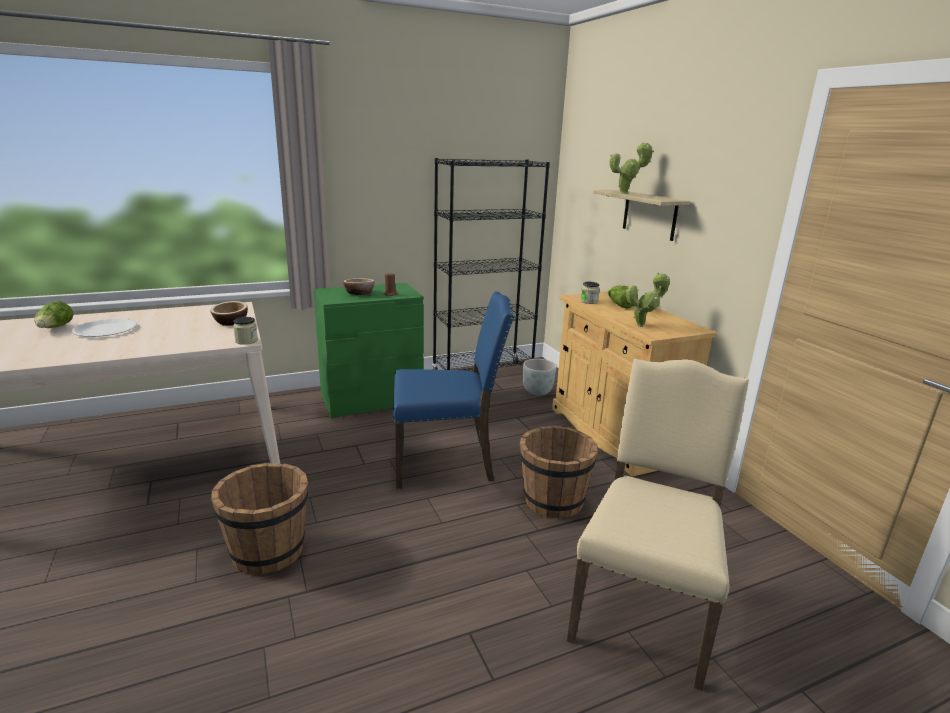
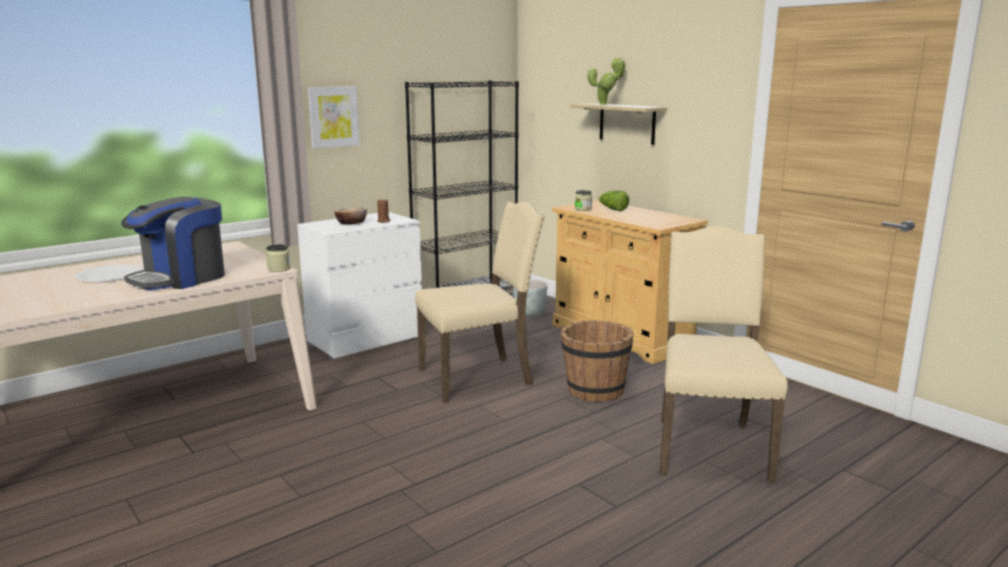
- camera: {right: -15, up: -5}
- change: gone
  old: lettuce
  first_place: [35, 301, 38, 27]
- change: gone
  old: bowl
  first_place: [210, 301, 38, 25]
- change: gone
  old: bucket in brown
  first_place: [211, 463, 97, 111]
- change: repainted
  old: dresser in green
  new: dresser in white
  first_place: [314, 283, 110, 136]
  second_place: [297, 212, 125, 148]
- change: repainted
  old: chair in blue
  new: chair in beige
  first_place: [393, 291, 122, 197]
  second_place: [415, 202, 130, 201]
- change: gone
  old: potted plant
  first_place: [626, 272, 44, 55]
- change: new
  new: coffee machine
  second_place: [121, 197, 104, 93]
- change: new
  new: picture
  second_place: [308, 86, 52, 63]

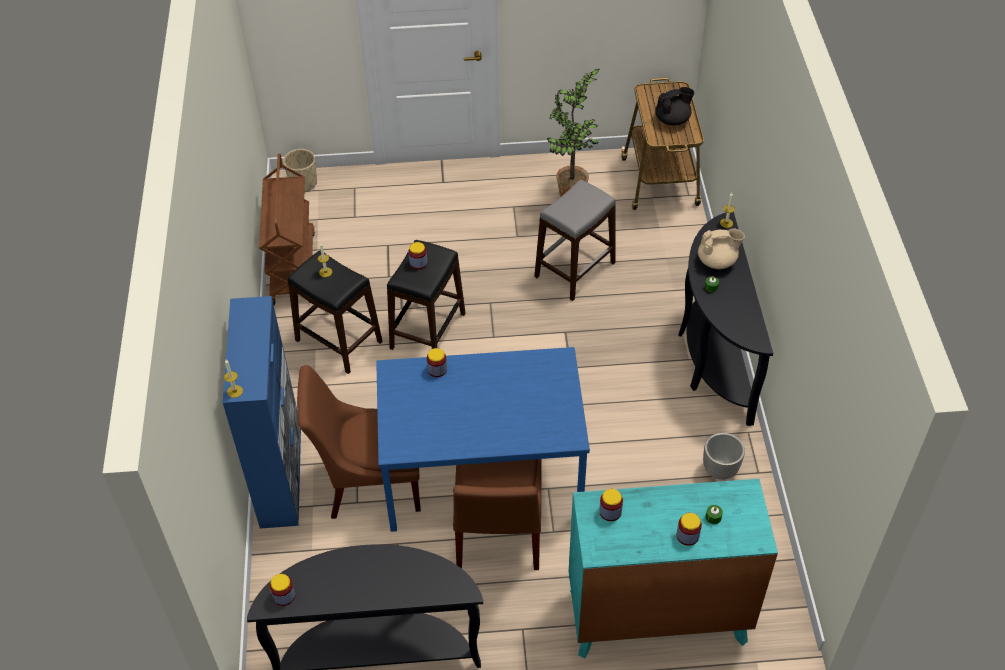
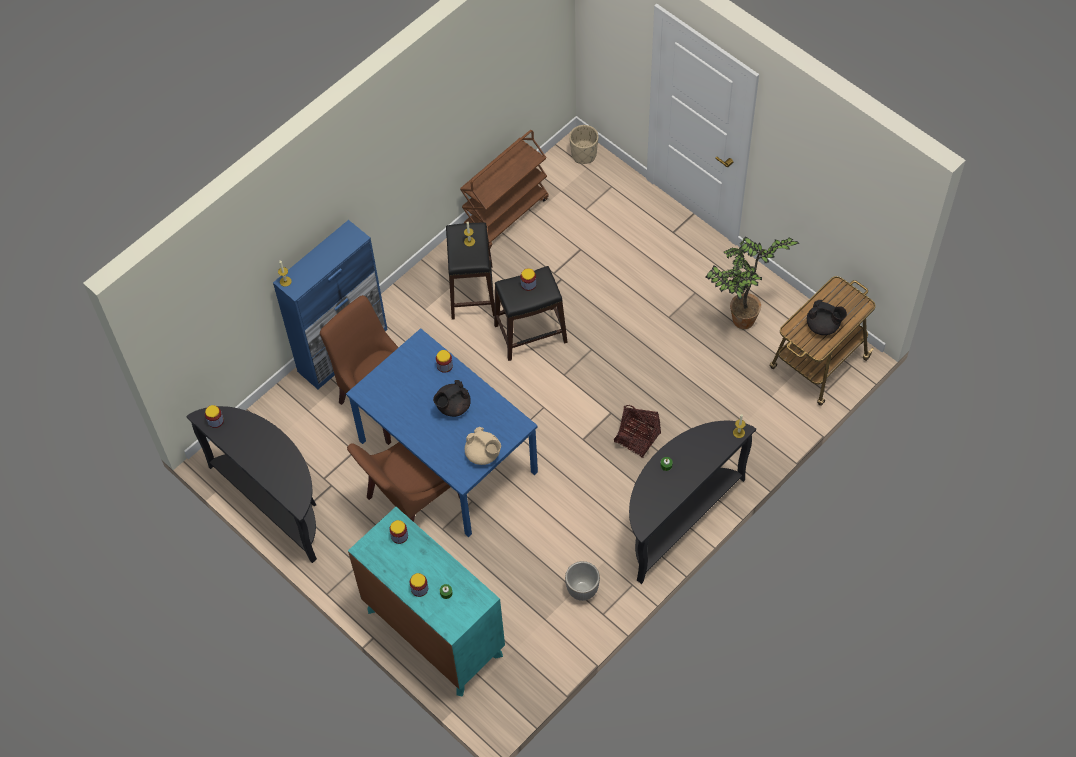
- camera: {right: 50, up: 10}
- change: gone
  old: stool in grey
  first_place: [534, 180, 82, 121]
- change: shifted
  old: teapot in beige
  first_place: [698, 228, 47, 41]
  second_place: [465, 427, 36, 38]
- change: new
  new: teapot in black
  second_place: [433, 380, 38, 37]
- change: new
  new: basket
  second_place: [614, 405, 47, 53]

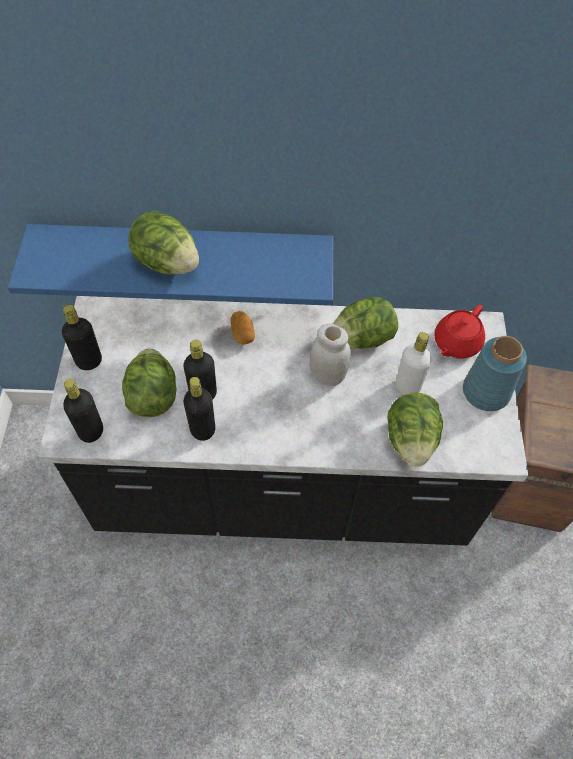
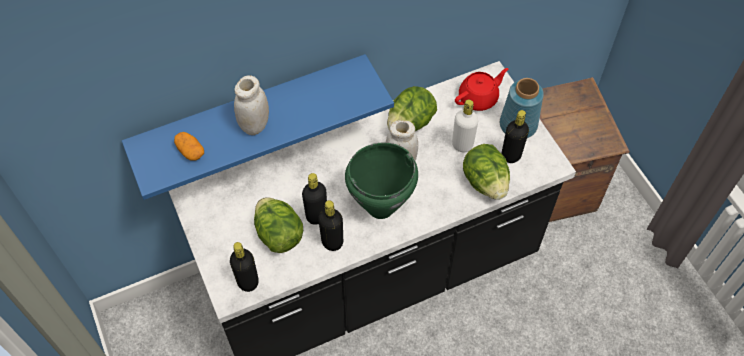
- camera: {right: -25, up: 0}
- change: shifted
  old: bottle in black
  first_place: [62, 305, 40, 65]
  second_place: [501, 110, 28, 53]
- change: swapped
  old: lettuce
  new: jar in white
  first_place: [128, 211, 71, 64]
  second_place: [234, 75, 35, 60]
- change: shifted
  old: potato
  first_place: [231, 311, 24, 34]
  second_place: [174, 132, 30, 29]
- change: rotated
  old: teapot in red
  first_place: [434, 305, 51, 53]
  second_place: [455, 68, 53, 43]
  degrees: -135
- change: new
  new: cooking pot in green
  second_place: [345, 143, 73, 76]

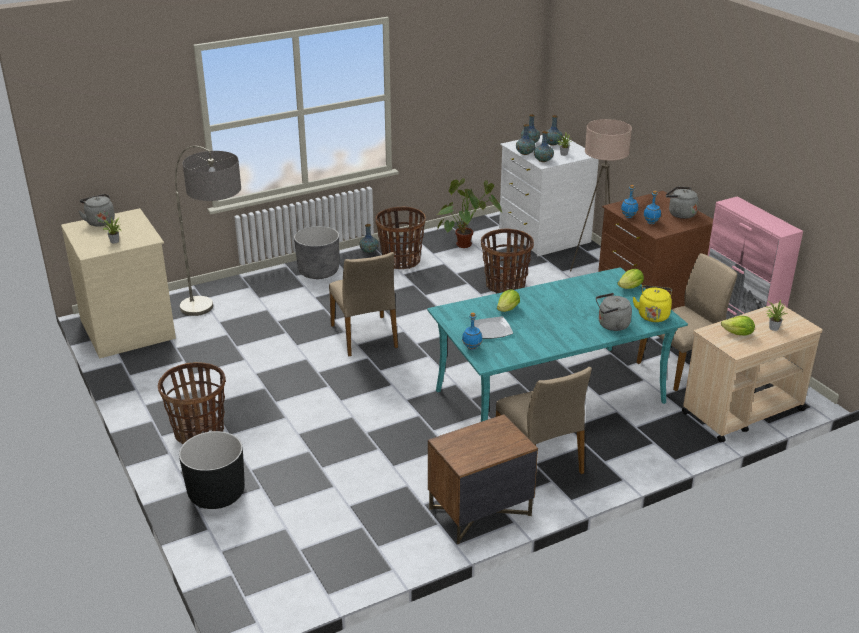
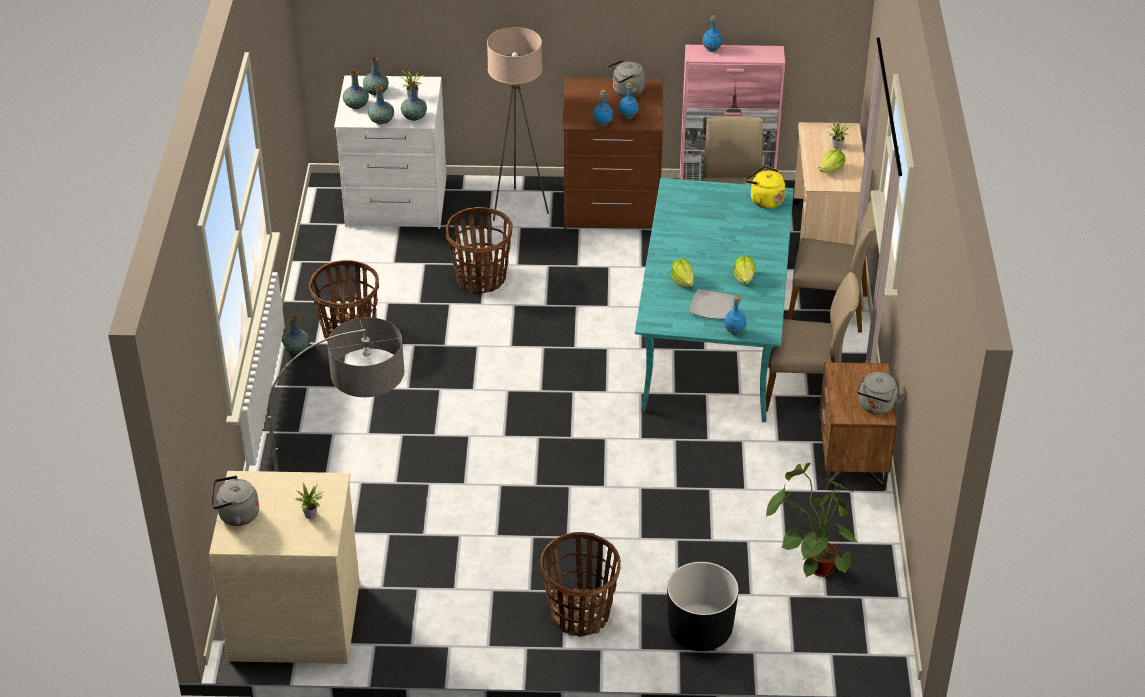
- camera: {right: -60, up: 10}
- change: gone
  old: planter in grey
  first_place: [294, 226, 45, 53]
- change: shifted
  old: chair in beige
  first_place: [329, 252, 69, 104]
  second_place: [788, 200, 88, 133]
- change: shifted
  old: potted plant
  first_place: [437, 178, 65, 70]
  second_place: [766, 463, 93, 114]
- change: shifted
  old: kettle in grey
  first_place: [596, 293, 36, 38]
  second_place: [857, 372, 48, 42]
- change: shifted
  old: lettuce
  first_place: [618, 269, 26, 20]
  second_place: [734, 255, 21, 29]
- change: new
  new: bottle in blue
  second_place: [702, 15, 20, 37]

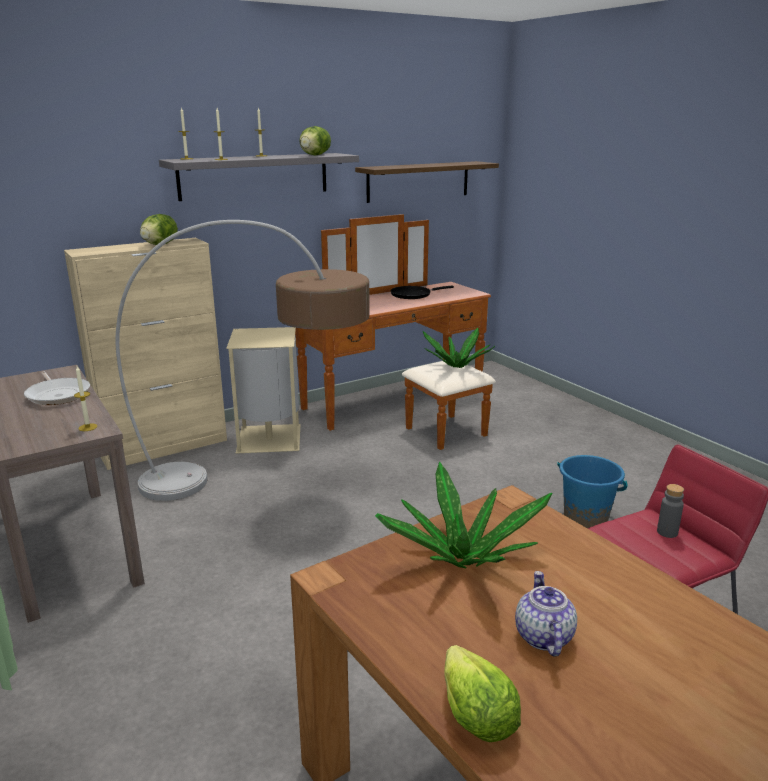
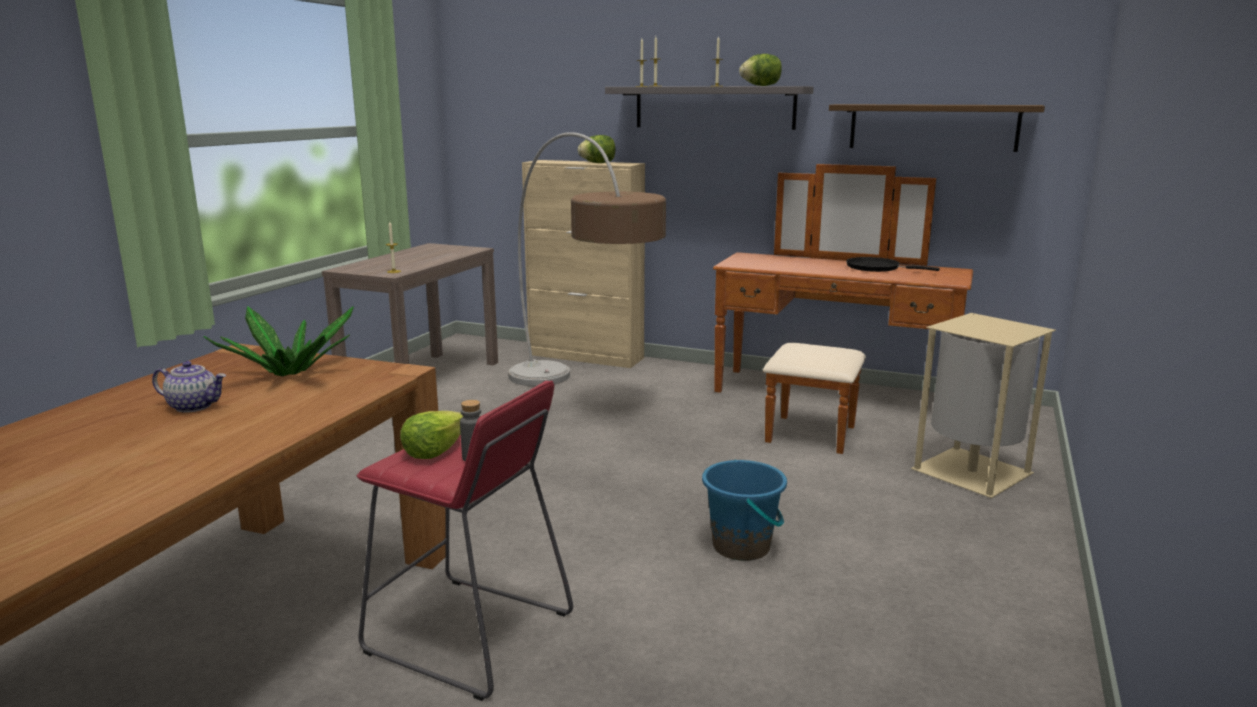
- camera: {right: 55, up: -5}
- change: gone
  old: frying pan
  first_place: [24, 372, 66, 33]
- change: shifted
  old: trash can in beige
  first_place: [226, 327, 75, 126]
  second_place: [911, 313, 145, 185]
- change: gone
  old: potted plant
  first_place: [423, 328, 72, 40]
- change: shifted
  old: lettuce
  first_place: [444, 645, 77, 97]
  second_place: [400, 411, 63, 48]
- change: rotated
  old: teapot
  first_place: [515, 571, 62, 86]
  second_place: [152, 361, 74, 51]
  degrees: 45

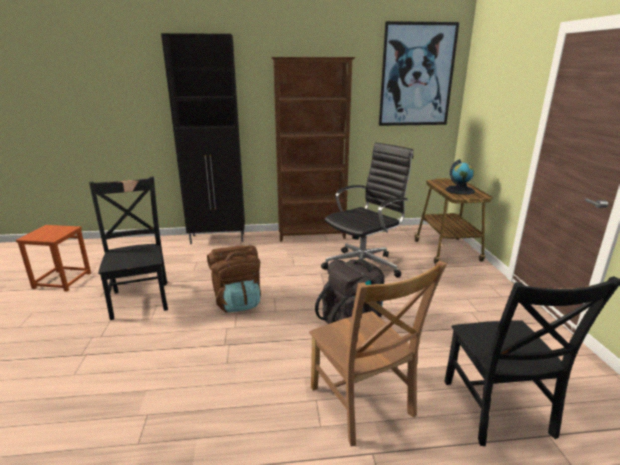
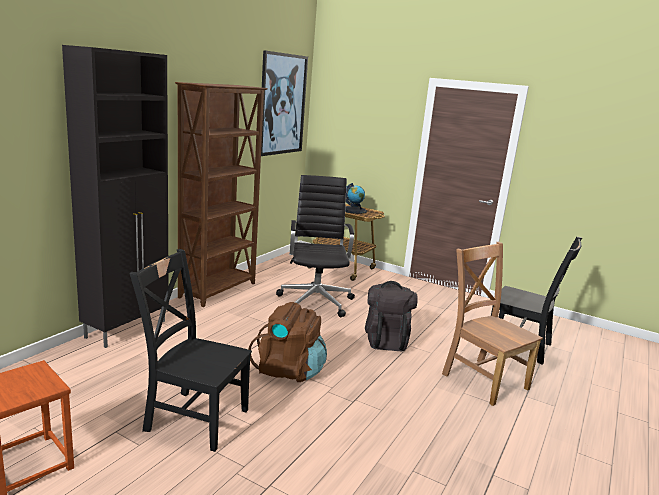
- camera: {right: -55, up: -5}
- change: rotated
  old: chair in brown
  first_place: [309, 261, 138, 185]
  second_place: [442, 242, 101, 164]
  degrees: -135

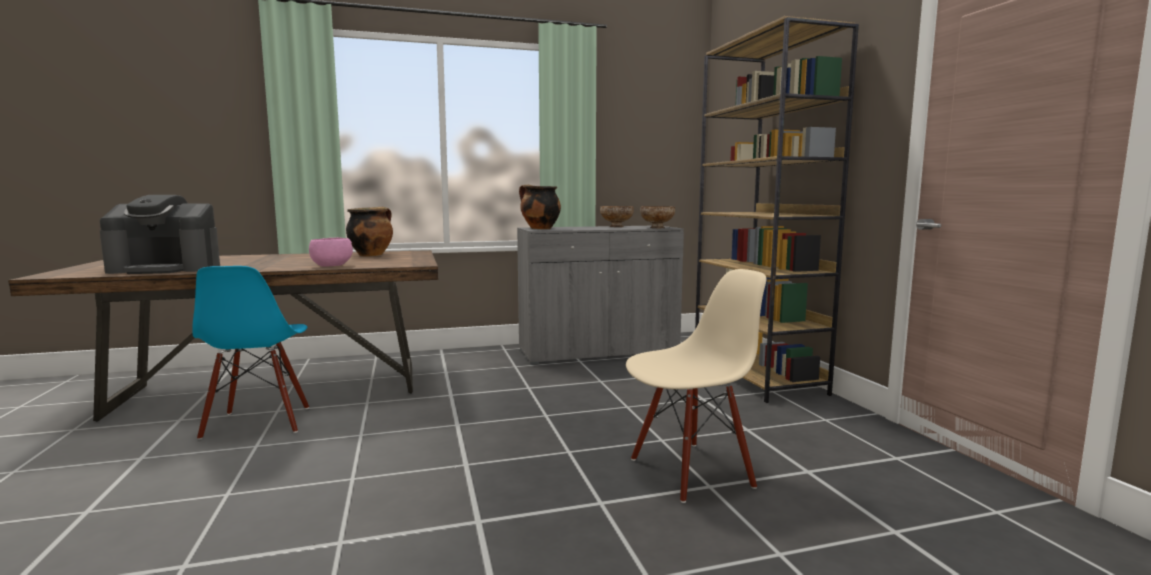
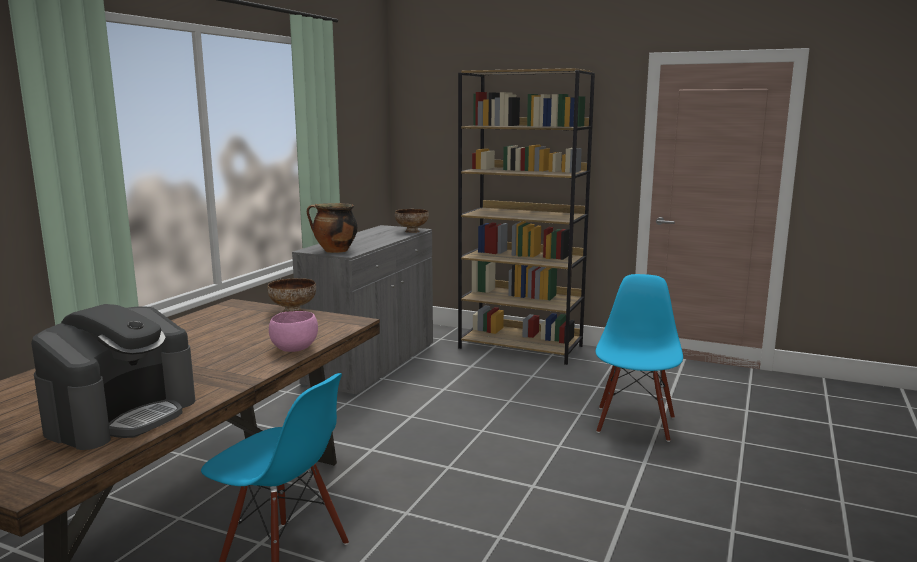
- camera: {right: -50, up: 5}
- change: gone
  old: cooking pot
  first_place: [346, 207, 47, 49]
- change: shifted
  old: bowl
  first_place: [600, 206, 34, 21]
  second_place: [267, 278, 49, 34]
- change: repainted
  old: chair in beige
  new: chair in blue
  first_place: [626, 269, 141, 234]
  second_place: [595, 274, 88, 168]

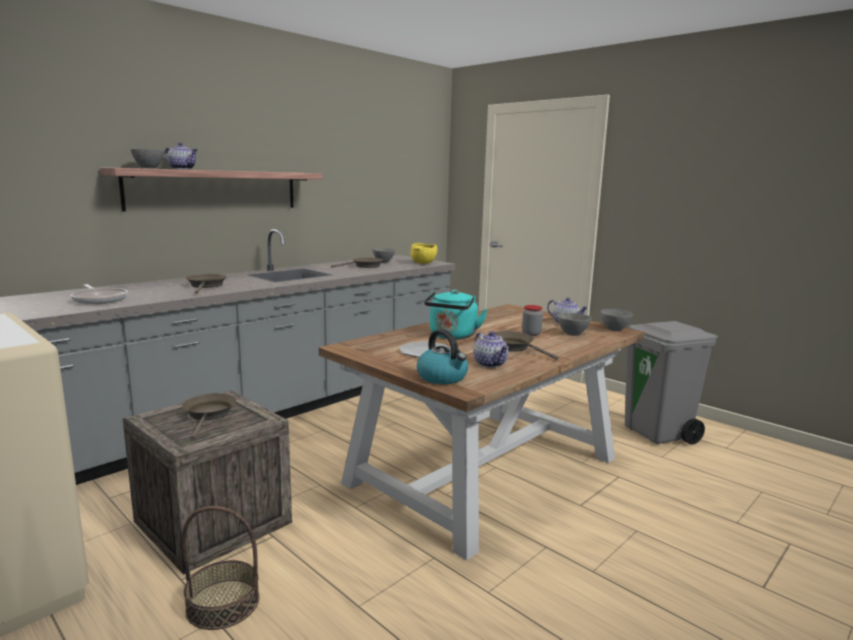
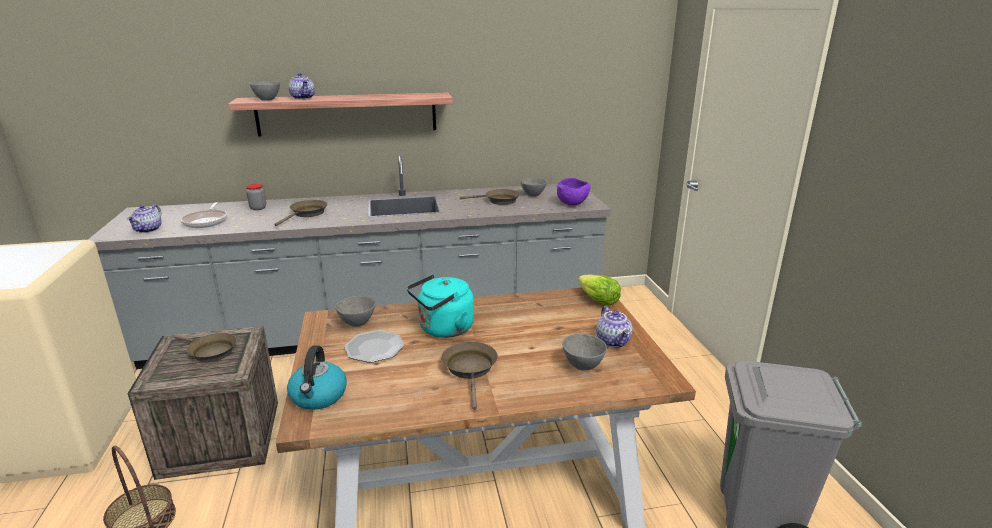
- camera: {right: 35, up: 10}
- change: rotated
  old: frying pan in brown
  first_place: [182, 393, 54, 46]
  second_place: [174, 333, 63, 29]
  degrees: 90
- change: repainted
  old: bowl in yellow
  new: bowl in purple
  first_place: [410, 243, 28, 21]
  second_place: [557, 178, 34, 27]
- change: shifted
  old: teapot
  first_place: [473, 331, 36, 37]
  second_place: [127, 204, 35, 29]
- change: shifted
  old: jar
  first_place: [522, 305, 21, 31]
  second_place: [246, 184, 20, 26]
- change: shifted
  old: bowl in grey
  first_place: [600, 309, 33, 22]
  second_place: [335, 296, 41, 31]
- change: new
  new: lettuce
  second_place: [578, 274, 43, 31]

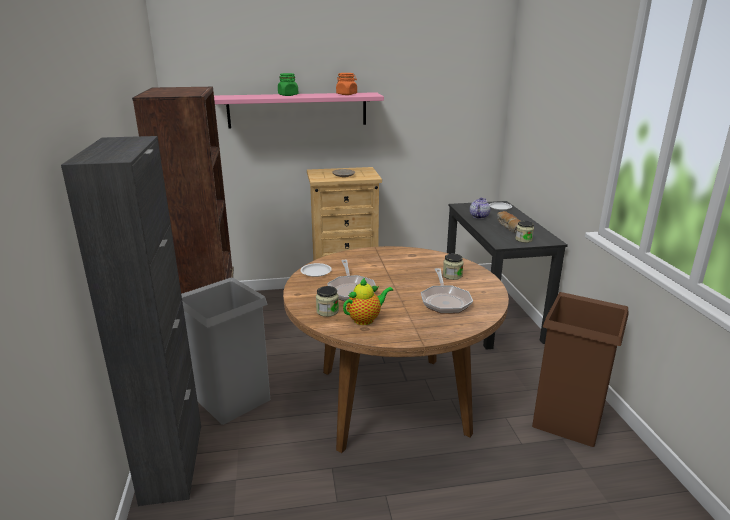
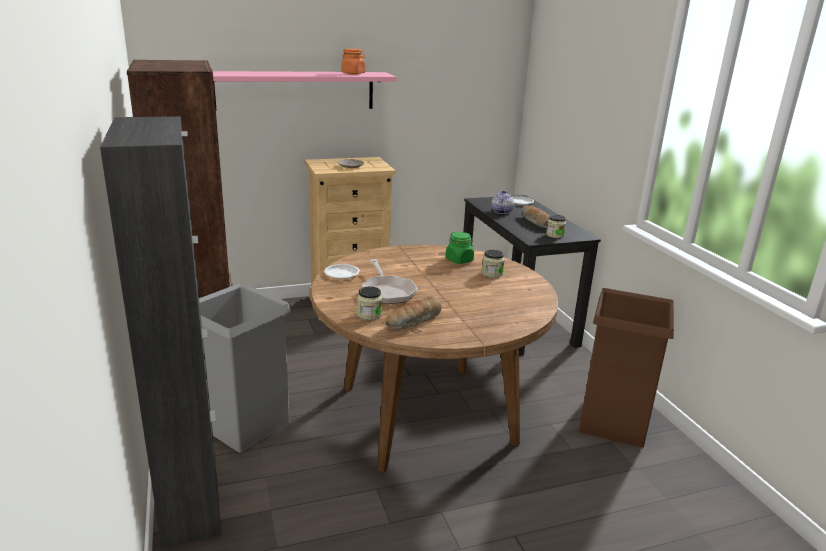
- camera: {right: -10, up: 0}
- change: shifted
  old: jar in green
  first_place: [278, 73, 21, 23]
  second_place: [445, 232, 29, 32]
- change: swapped
  old: teapot
  new: bread
  first_place: [343, 278, 50, 47]
  second_place: [385, 297, 57, 33]
- change: gone
  old: frying pan
  first_place: [421, 268, 52, 46]

